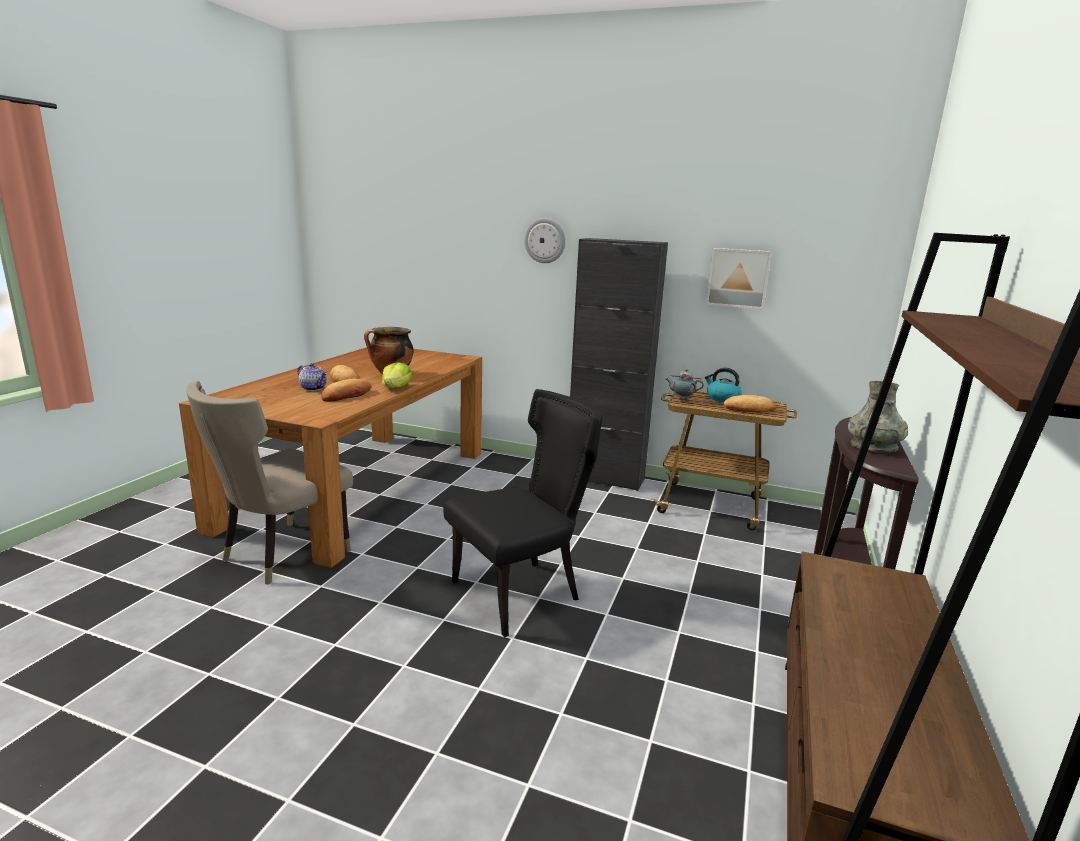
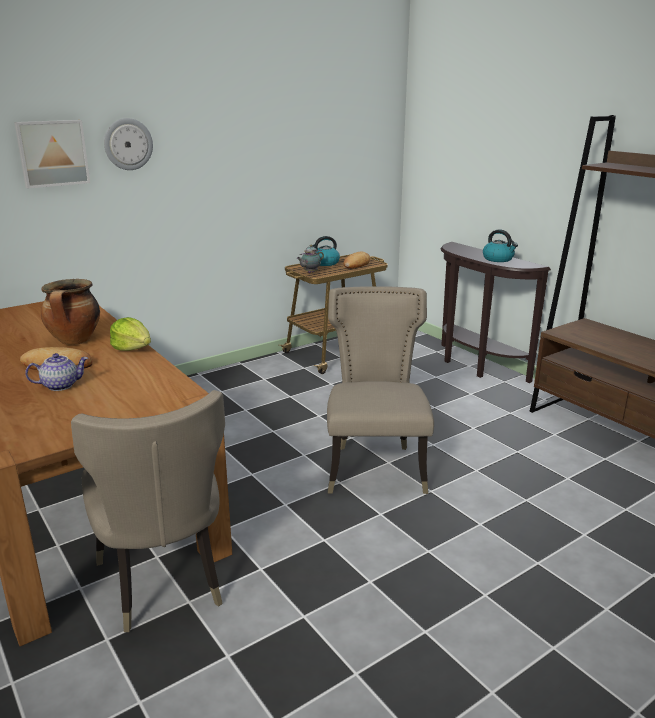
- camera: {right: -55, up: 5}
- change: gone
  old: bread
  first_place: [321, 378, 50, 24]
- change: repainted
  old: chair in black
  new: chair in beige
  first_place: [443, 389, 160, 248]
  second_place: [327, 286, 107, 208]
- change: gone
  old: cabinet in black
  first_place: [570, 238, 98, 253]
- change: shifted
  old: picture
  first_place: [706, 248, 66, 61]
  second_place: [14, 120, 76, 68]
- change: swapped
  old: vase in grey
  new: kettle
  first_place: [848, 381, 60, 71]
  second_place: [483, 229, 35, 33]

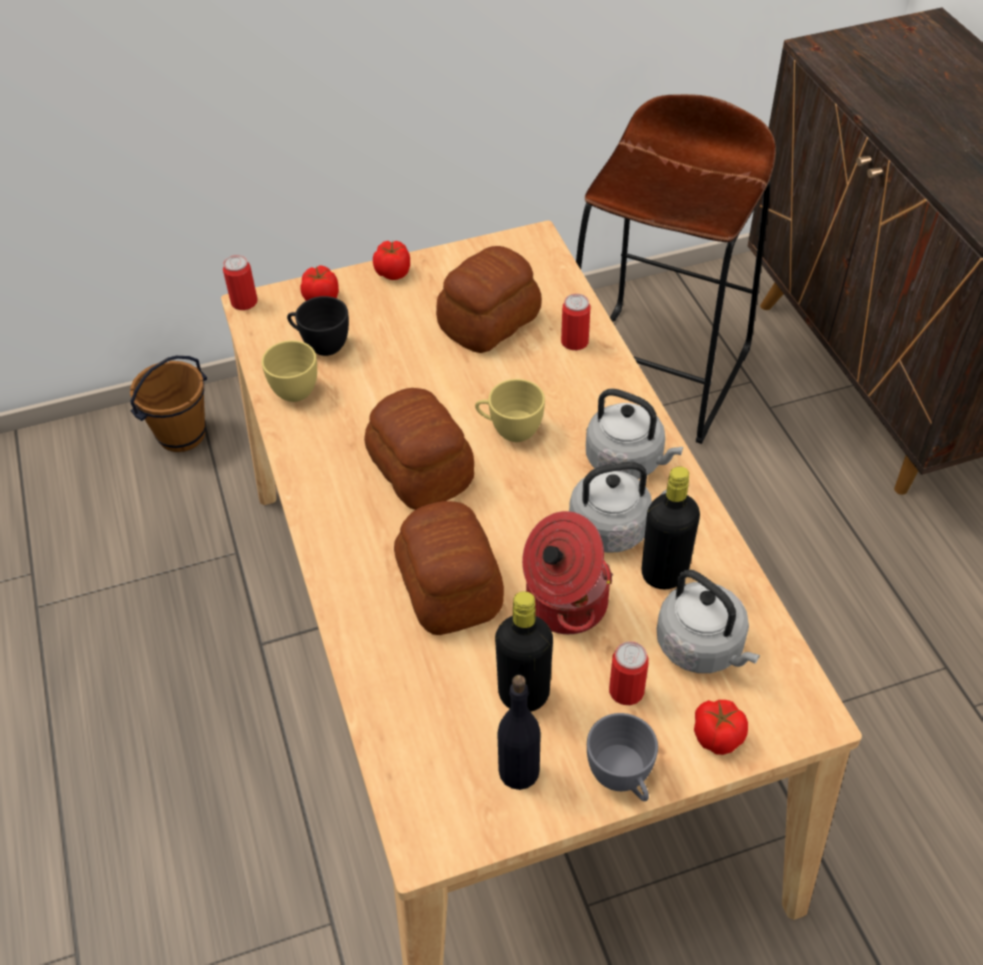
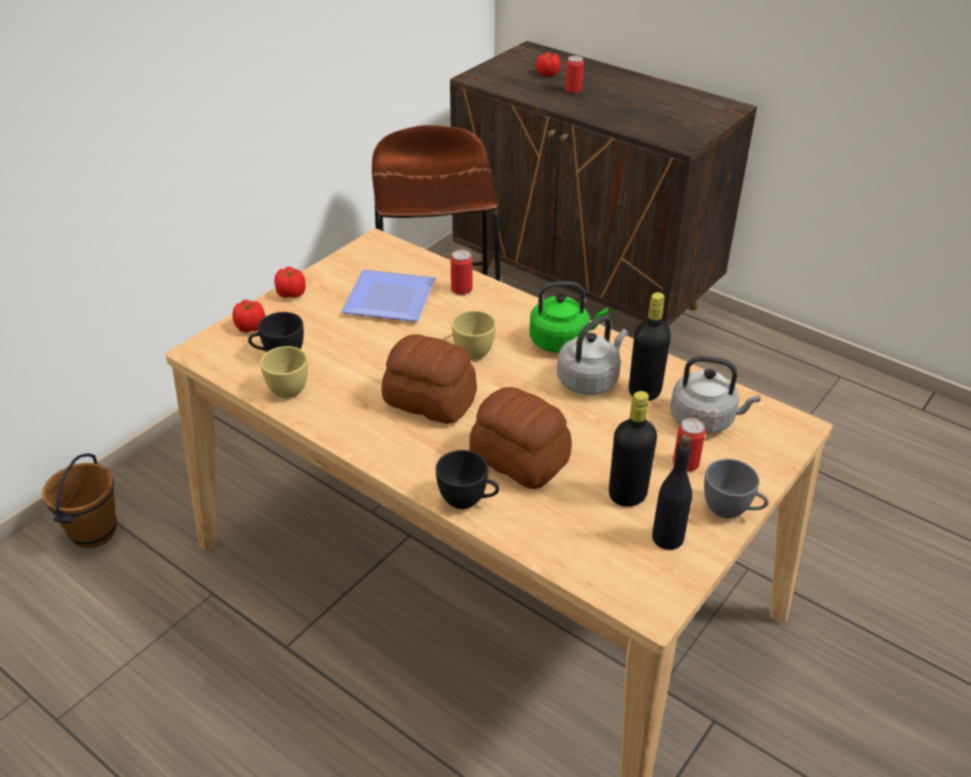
- camera: {right: -35, up: -10}
- change: shifted
  old: can
  first_place: [223, 255, 35, 55]
  second_place: [565, 56, 19, 37]
- change: swapped
  old: bread
  new: plate
  first_place: [436, 246, 106, 107]
  second_place: [341, 270, 95, 51]
- change: gone
  old: cooking pot
  first_place: [522, 511, 91, 123]
- change: repainted
  old: kettle in grey
  new: kettle in green
  first_place: [586, 389, 97, 90]
  second_place: [529, 281, 79, 72]
- change: shifted
  old: tomato
  first_place: [694, 700, 54, 55]
  second_place: [536, 52, 25, 24]
- change: new
  new: cup in black
  second_place: [436, 450, 63, 59]

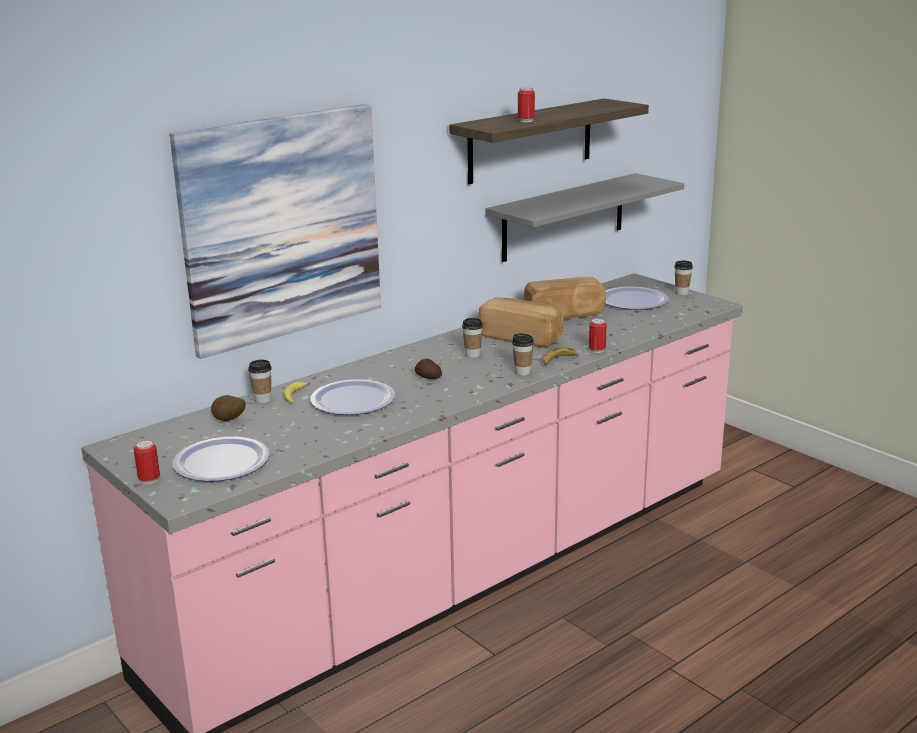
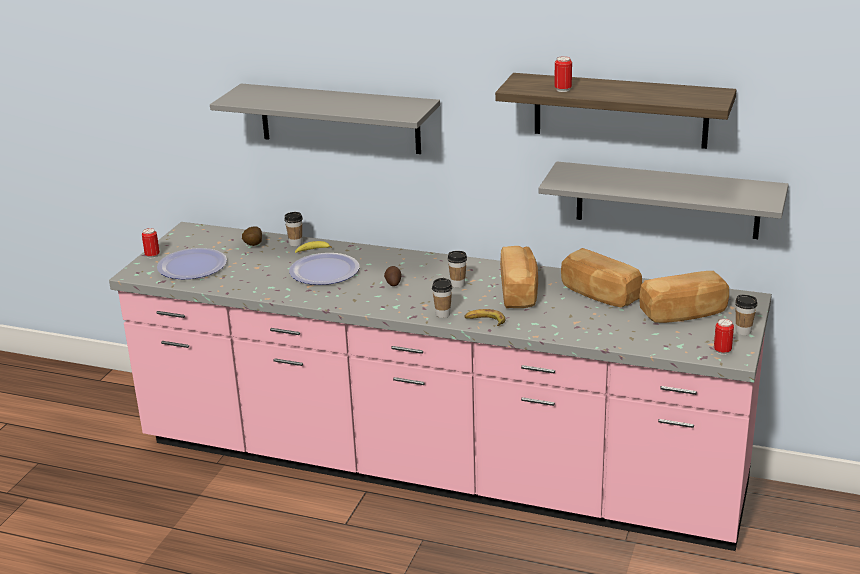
- camera: {right: 60, up: 5}
- change: swapped
  old: picture
  new: shelf in grey
  first_place: [169, 104, 212, 255]
  second_place: [210, 84, 230, 70]
- change: shifted
  old: can
  first_place: [589, 318, 18, 35]
  second_place: [714, 319, 20, 36]
- change: swapped
  old: plate
  new: bread
  first_place: [605, 287, 64, 23]
  second_place: [639, 271, 90, 52]

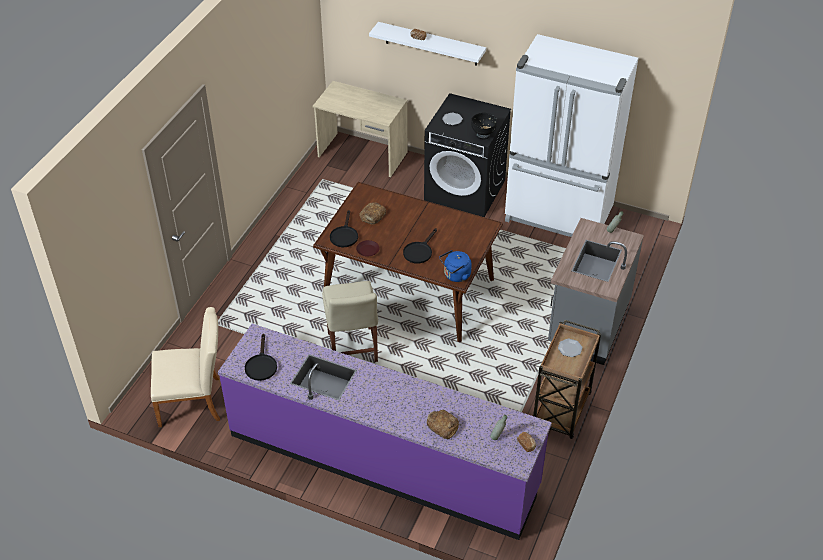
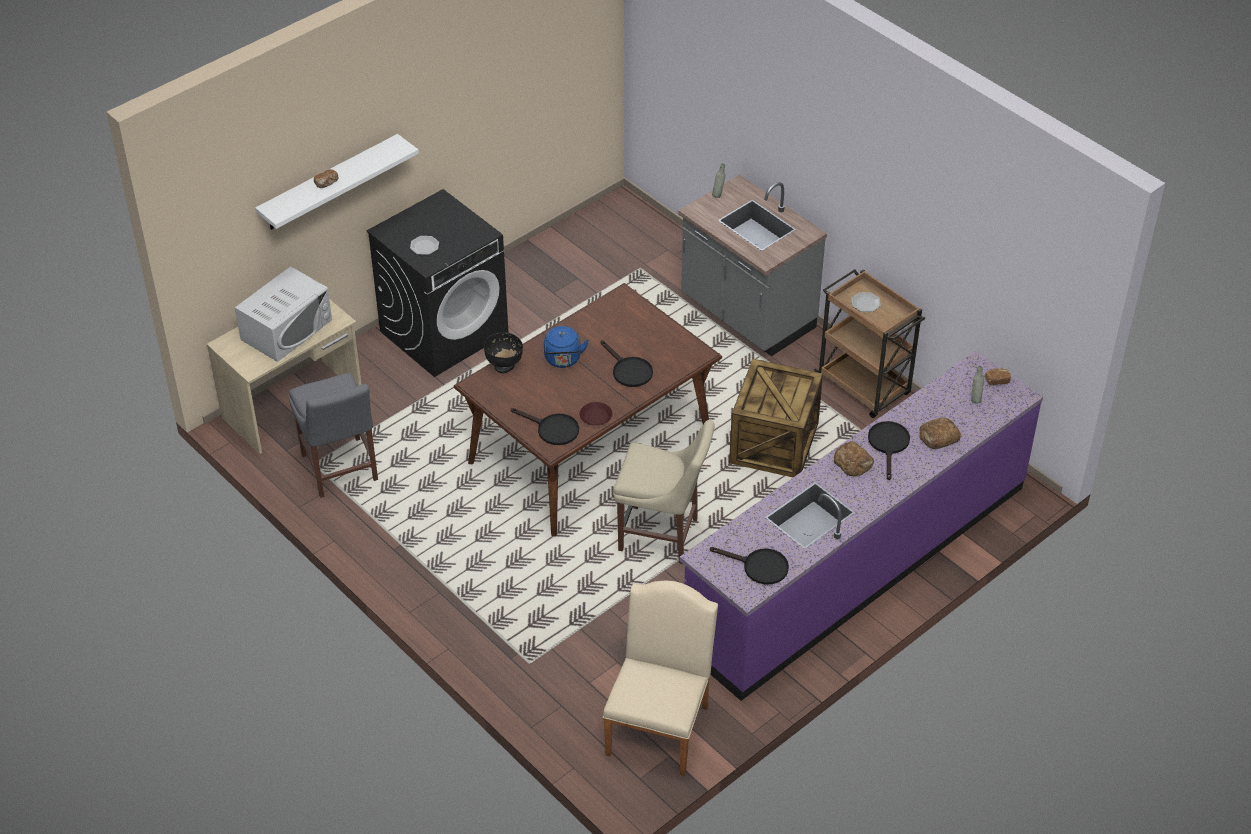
- camera: {right: -65, up: 0}
- change: shifted
  old: bread
  first_place: [359, 202, 27, 22]
  second_place: [834, 441, 40, 36]
- change: shifted
  old: kettle in blue
  first_place: [439, 250, 33, 32]
  second_place: [544, 326, 45, 42]
- change: shifted
  old: bowl in black
  first_place: [471, 113, 26, 27]
  second_place: [484, 332, 39, 41]
- change: gone
  old: fridge in white
  first_place: [505, 34, 133, 203]
- change: new
  new: microwave in white
  second_place: [235, 266, 97, 96]
- change: new
  new: chair in grey
  second_place: [289, 373, 89, 125]
- change: new
  new: crate
  second_place: [729, 359, 94, 118]
- change: new
  new: frying pan in black
  second_place: [868, 421, 42, 59]

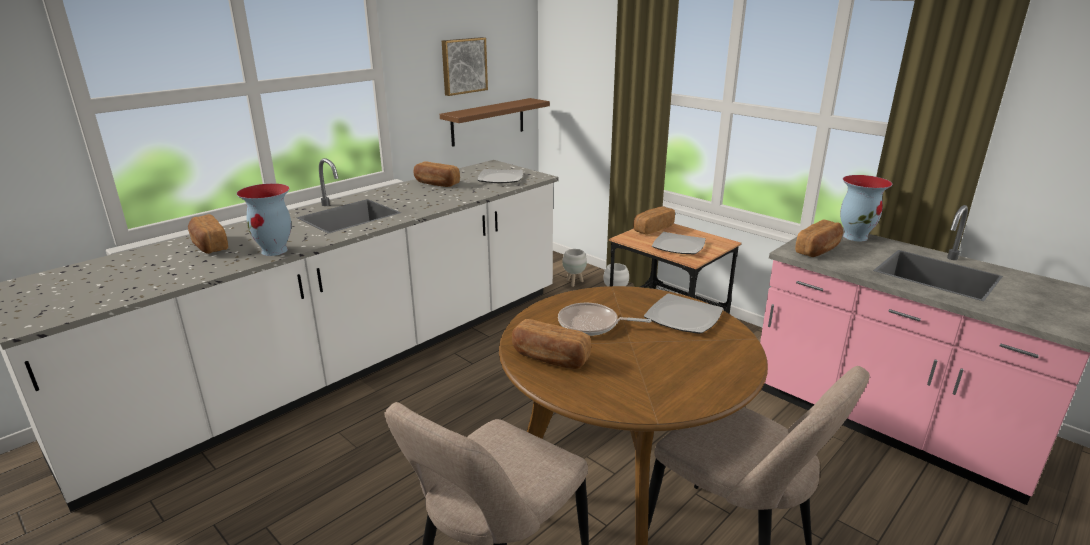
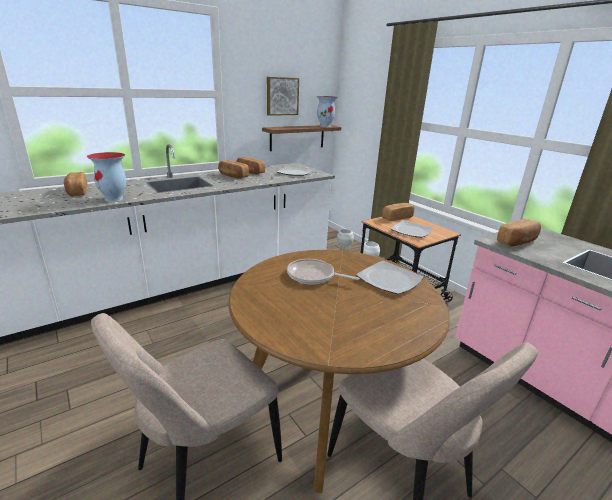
- camera: {right: 10, up: 0}
- change: shifted
  old: bread
  first_place: [512, 319, 79, 50]
  second_place: [218, 160, 31, 19]
- change: shifted
  old: vase
  first_place: [840, 175, 53, 66]
  second_place: [316, 96, 22, 31]

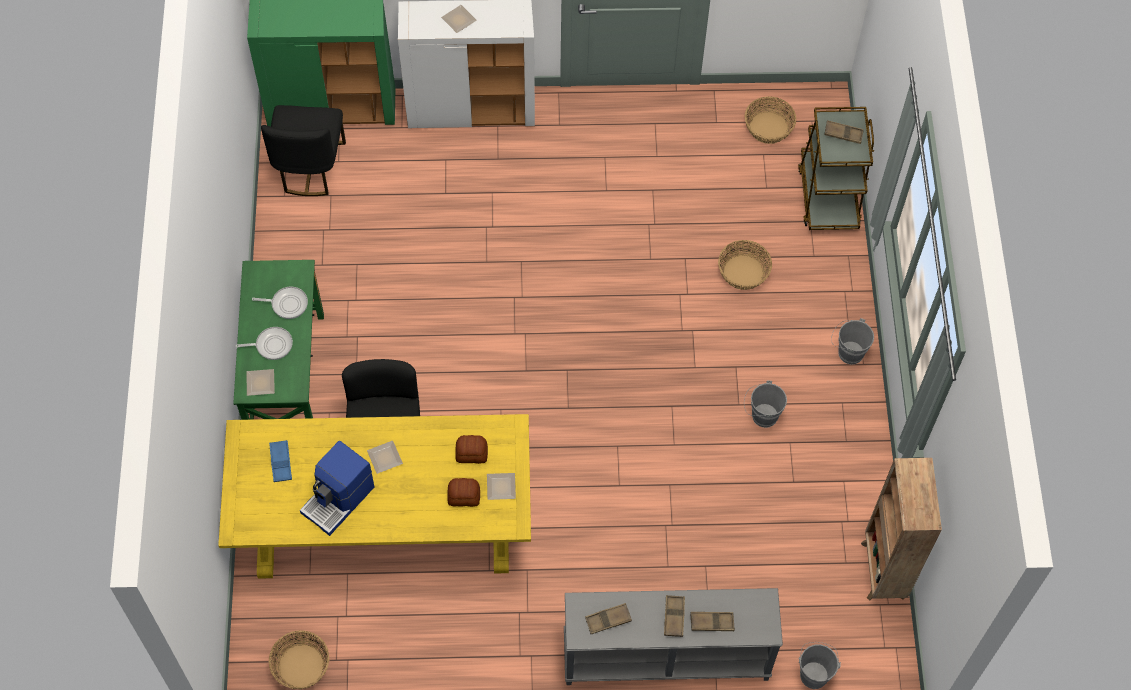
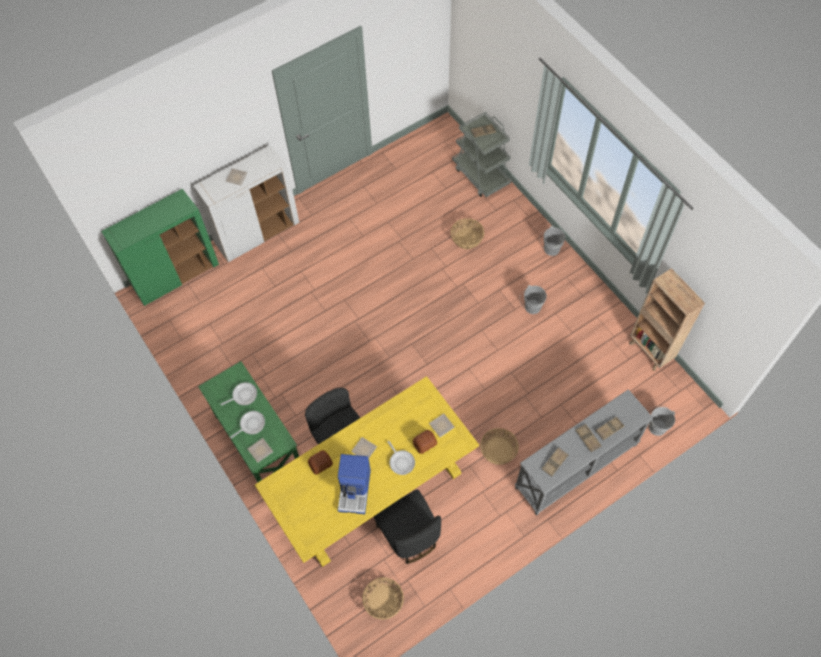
- camera: {right: -30, up: 0}
- change: shifted
  old: chair in black
  first_place: [261, 105, 85, 91]
  second_place: [374, 490, 67, 74]
- change: gone
  old: tray in blue
  first_place: [269, 440, 23, 42]
- change: shifted
  old: bread
  first_place: [455, 435, 33, 29]
  second_place: [308, 450, 25, 24]
- change: shifted
  old: basket
  first_place: [745, 96, 51, 48]
  second_place: [480, 428, 39, 37]
- change: repainted
  old: cart in brown
  new: cart in grey
  first_place: [798, 107, 76, 123]
  second_place: [452, 112, 59, 85]
- change: new
  new: frying pan
  second_place: [388, 441, 27, 34]

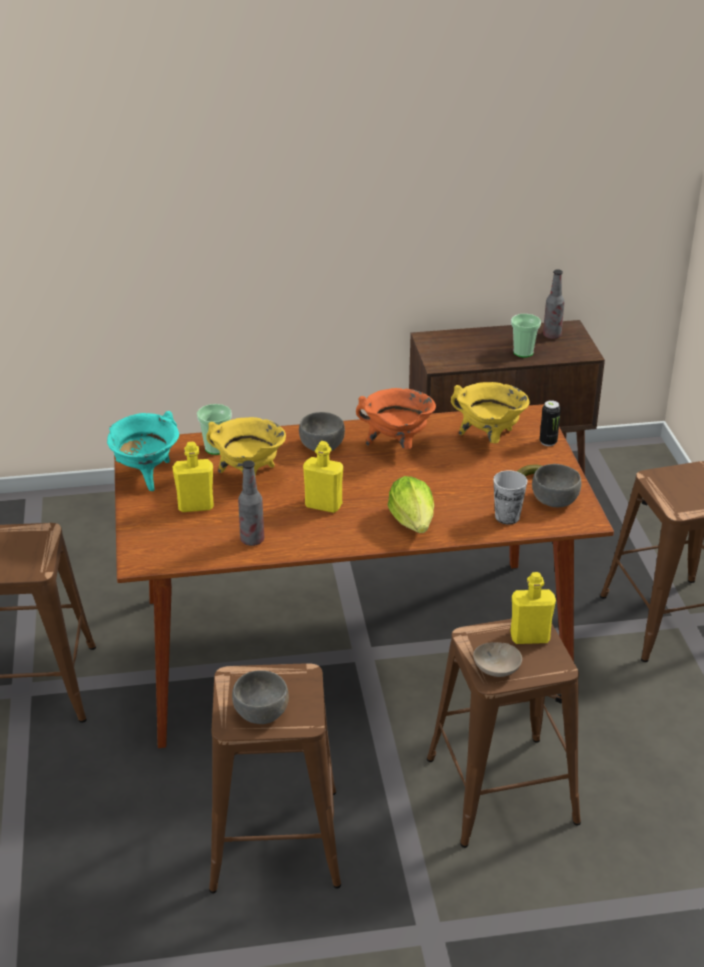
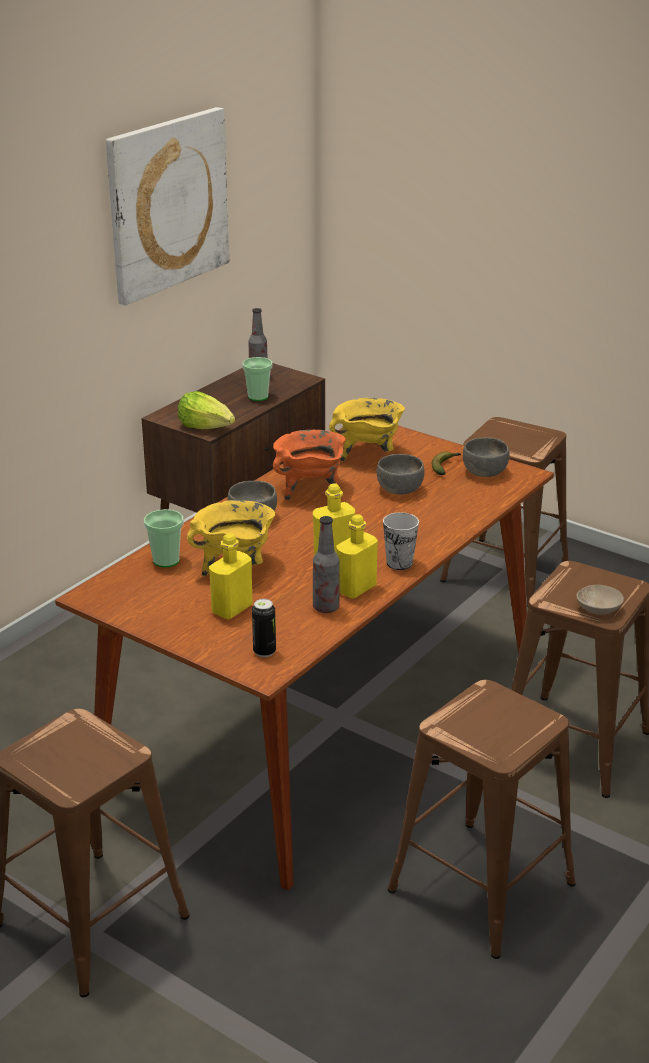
- camera: {right: -45, up: -5}
- change: gone
  old: cooking pot in turquoise
  first_place: [107, 411, 72, 80]
- change: shifted
  old: bowl in grey
  first_place: [232, 670, 57, 54]
  second_place: [377, 454, 48, 41]
- change: shifted
  old: lettuce
  first_place: [388, 476, 46, 57]
  second_place: [178, 391, 57, 38]
- change: shifted
  old: cup
  first_place: [493, 470, 34, 54]
  second_place: [383, 512, 36, 58]
- change: shifted
  old: bottle in yellow
  first_place: [510, 572, 46, 72]
  second_place: [336, 514, 42, 85]
- change: shifted
  old: can
  first_place: [540, 400, 21, 46]
  second_place: [252, 599, 24, 58]
- change: new
  new: picture
  second_place: [106, 107, 123, 199]

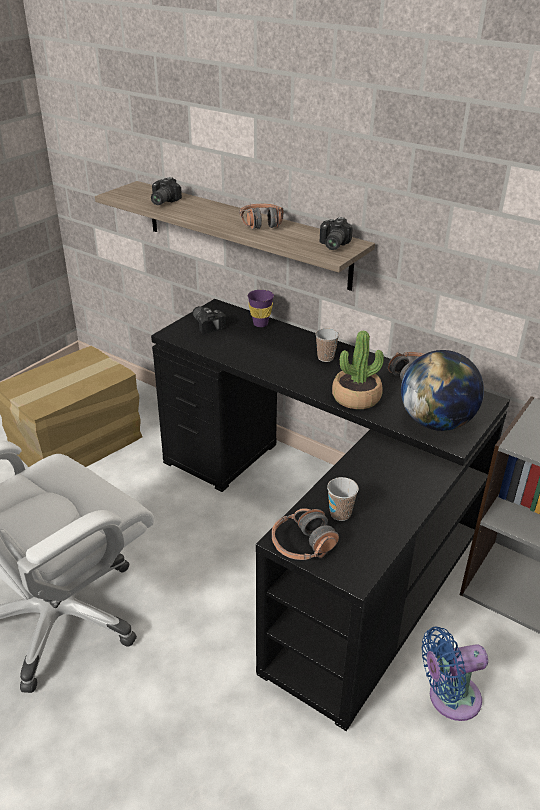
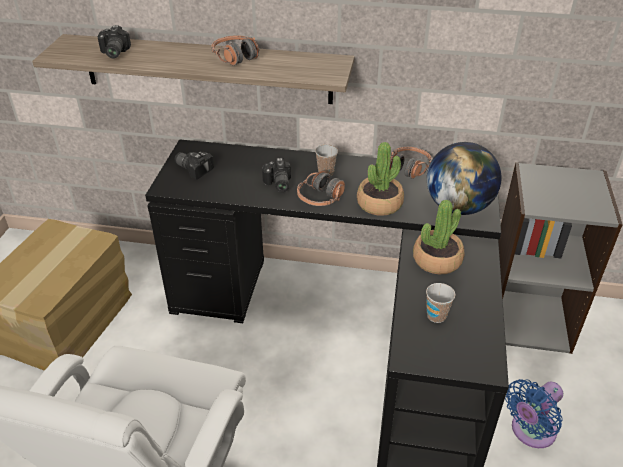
- camera: {right: -25, up: 5}
- change: gone
  old: cup in purple
  first_place: [248, 290, 26, 37]
- change: shifted
  old: headphones
  first_place: [272, 508, 67, 52]
  second_place: [297, 171, 48, 35]
- change: shifted
  old: photo camera
  first_place: [319, 217, 34, 33]
  second_place: [262, 158, 29, 34]
- change: new
  new: potted plant
  second_place: [413, 200, 51, 74]

